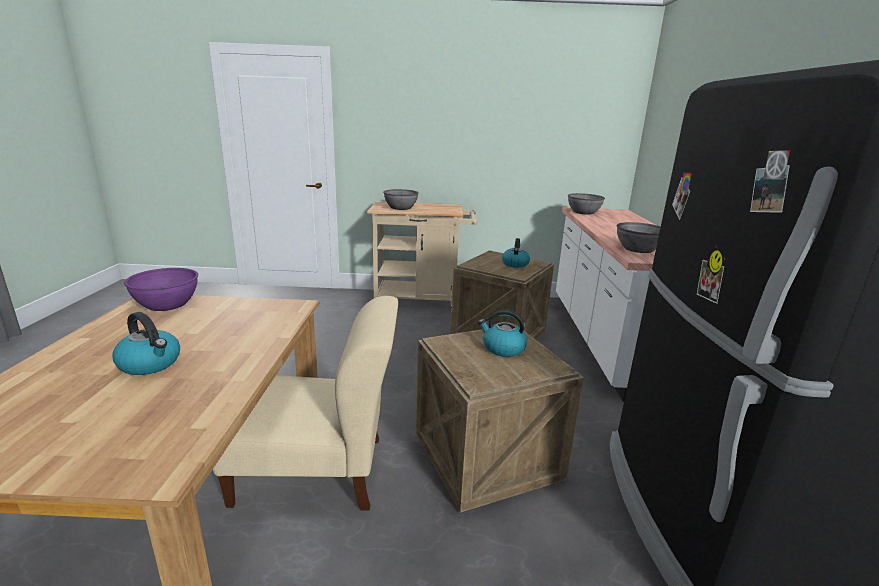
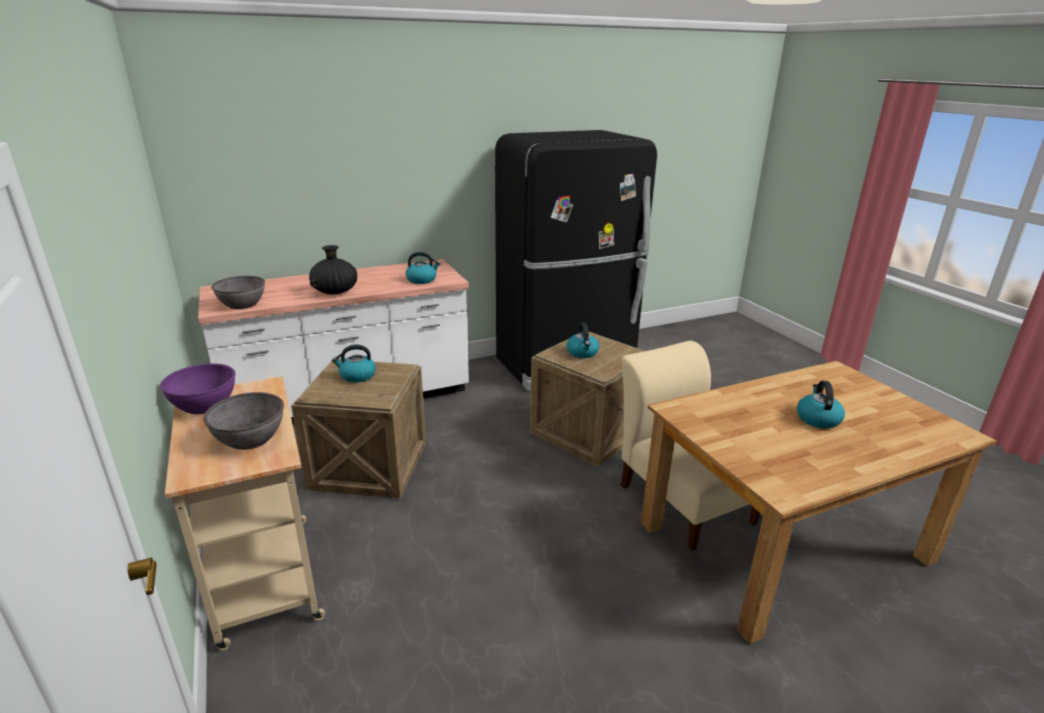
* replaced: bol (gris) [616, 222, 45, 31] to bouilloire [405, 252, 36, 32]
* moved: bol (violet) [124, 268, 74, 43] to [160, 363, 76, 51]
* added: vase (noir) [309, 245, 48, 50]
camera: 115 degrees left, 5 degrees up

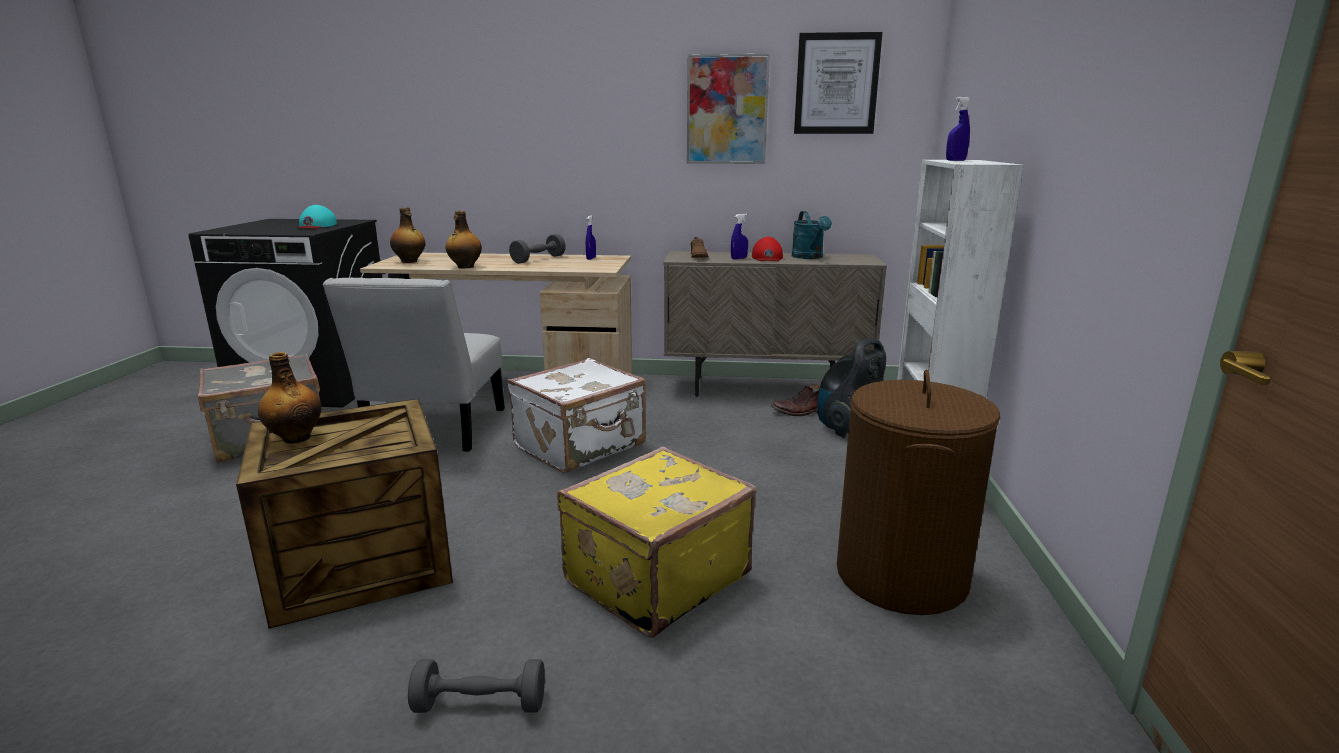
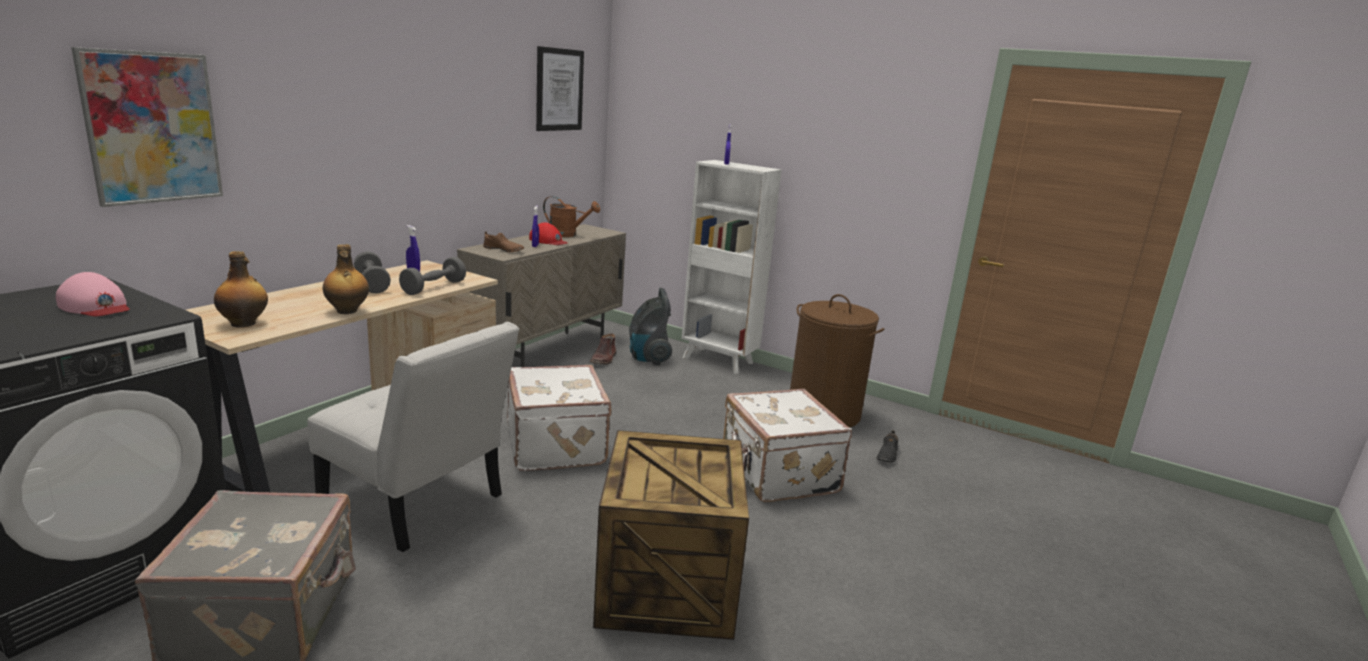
* moved: tableau [687, 54, 83, 110] to [71, 47, 152, 160]
* recoloured: casquette (turquoise) [296, 205, 41, 24] to casquette (rose) [56, 272, 74, 44]
* recoloured: arrosoir (turquoise) [792, 211, 40, 48] to arrosoir (marron) [543, 196, 57, 41]
* removed: bouteille [258, 352, 63, 92]
* recoloured: valise (jaune) [557, 447, 200, 191] to valise (blanc) [723, 389, 129, 113]
* moved: haltère (gris) [408, 659, 137, 54] to [399, 257, 67, 38]
* added: chaussure (noir) [877, 430, 21, 33]
camera: 65 degrees left, 0 degrees up

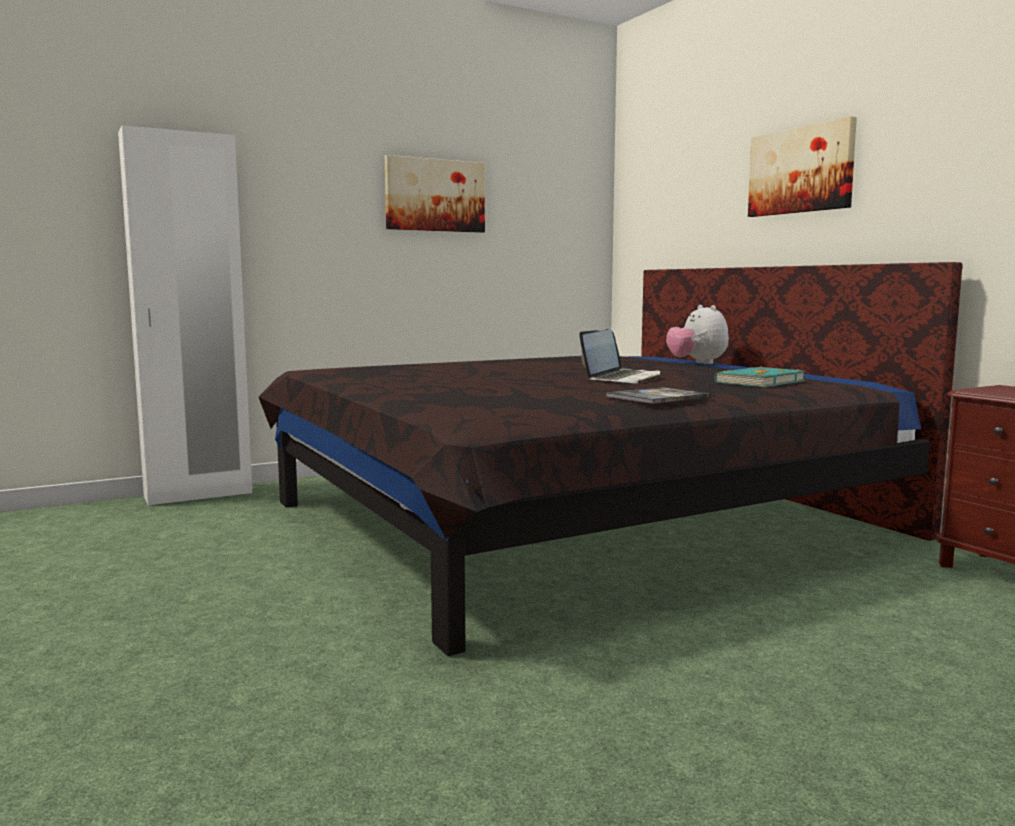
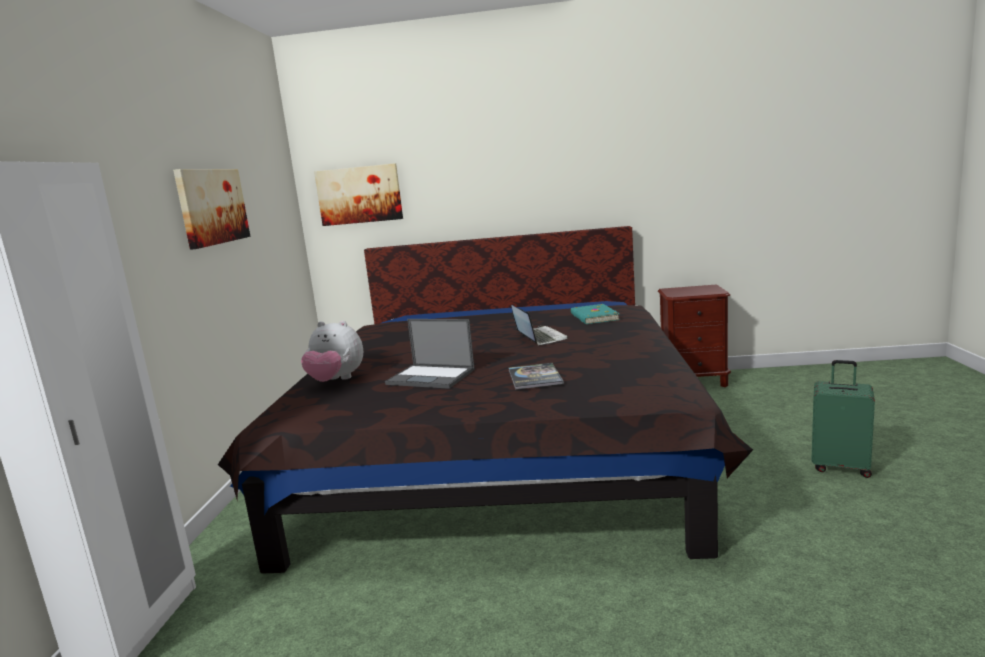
* moved: tableau [748, 116, 109, 101] to [314, 163, 89, 63]
* moved: peluche [666, 305, 63, 59] to [301, 321, 62, 61]
* moved: livre [606, 387, 105, 17] to [509, 363, 55, 27]
* added: ordinateur portable [385, 319, 90, 70]
* added: valise (vert) [811, 360, 64, 118]
camera: 55 degrees left, 5 degrees up

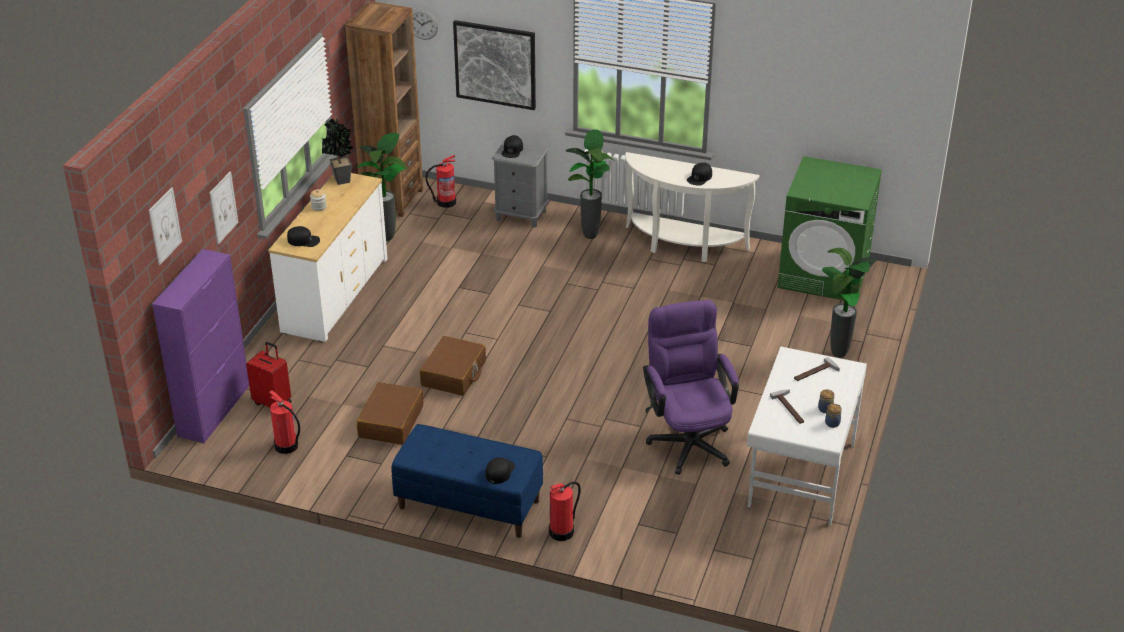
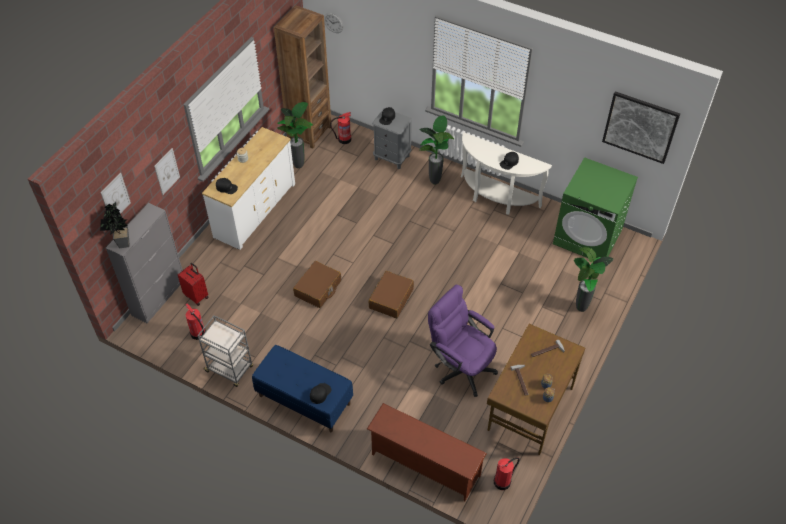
* moved: tableau [453, 20, 83, 90] to [602, 91, 78, 73]
* moved: plante en pot [322, 119, 31, 66] to [100, 202, 29, 46]
* recoloured: meuble de rangement (violet) [152, 249, 97, 194] to meuble de rangement (gris) [106, 203, 77, 120]
* turned: chaise de bureau (violet) [643, 300, 96, 175] = [428, 285, 70, 112] 45 degrees counterclockwise
* recoloured: bureau (blanc) [747, 347, 120, 179] to bureau (marron) [487, 324, 98, 131]
* moved: valise (marron) [357, 382, 67, 63] to [369, 271, 45, 47]
* moved: extincteur [549, 481, 32, 60] to [494, 457, 26, 33]
* added: chariot (gris) [197, 315, 56, 72]
* added: étagère à chaussures (marron) [367, 403, 120, 98]
camera: 10 degrees right, 15 degrees up

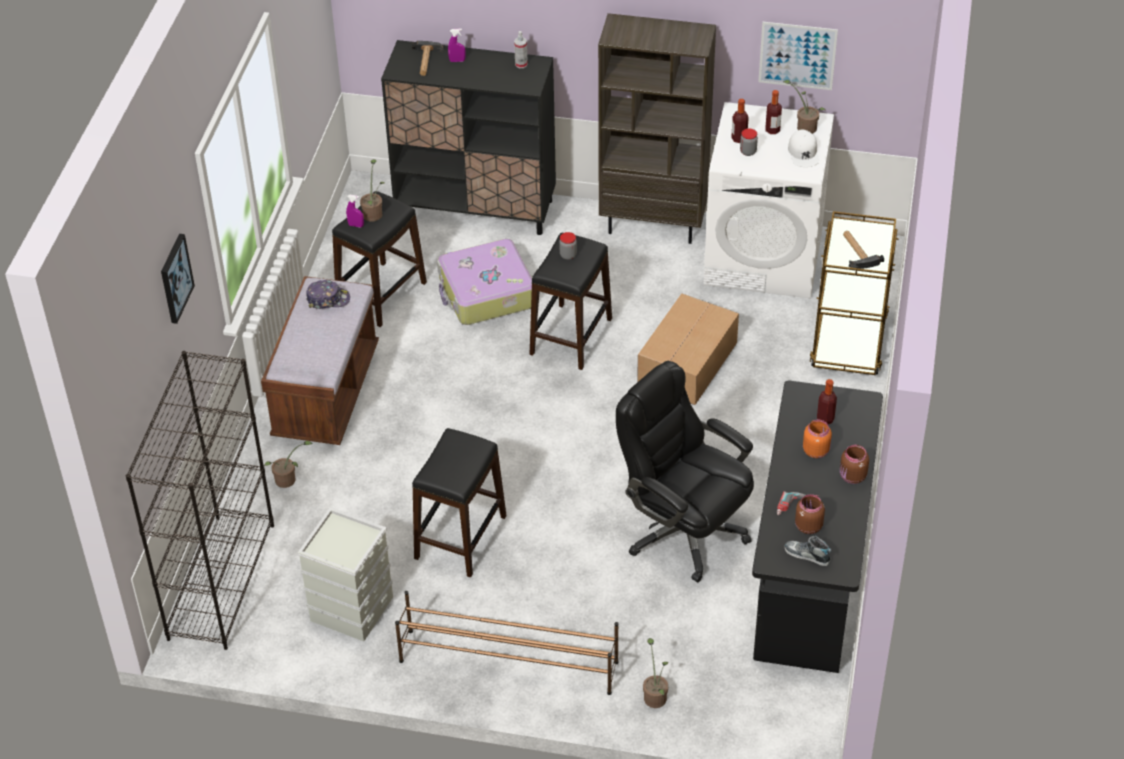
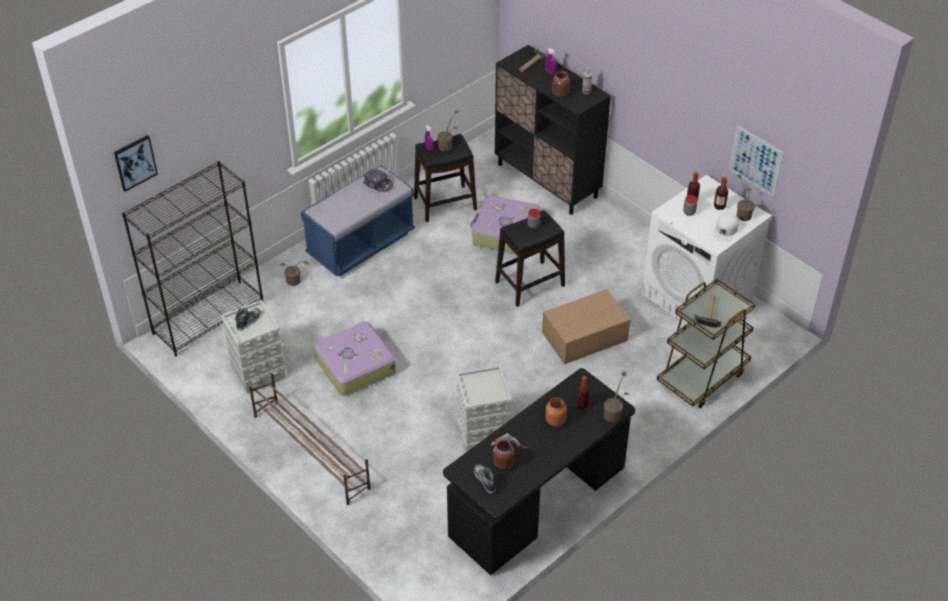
* removed: bibliothèque (marron) [598, 13, 118, 231]
* moved: tableau [161, 234, 34, 90] to [114, 135, 44, 57]
* recoloured: banc (marron) [261, 276, 118, 169] to banc (bleu) [301, 165, 114, 112]
* replaced: chaise de bureau (noir) [616, 361, 138, 221] to boîte de rangement (gris) [456, 365, 56, 87]
* replaced: tabouret (noir) [412, 428, 95, 150] to valise [314, 322, 82, 74]
* moved: bocal (marron) [840, 445, 29, 39] to [552, 71, 18, 26]
* moved: plante en pot [643, 638, 25, 70] to [604, 372, 25, 50]
* added: chaussure [234, 308, 27, 23]
camera: 35 degrees right, 0 degrees up

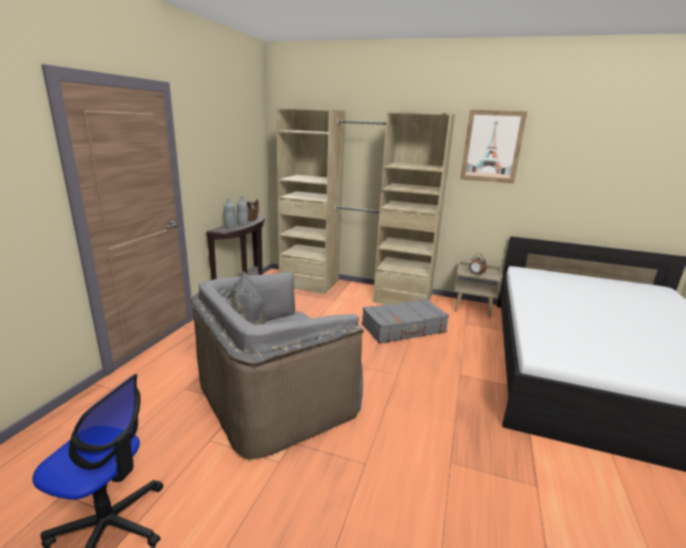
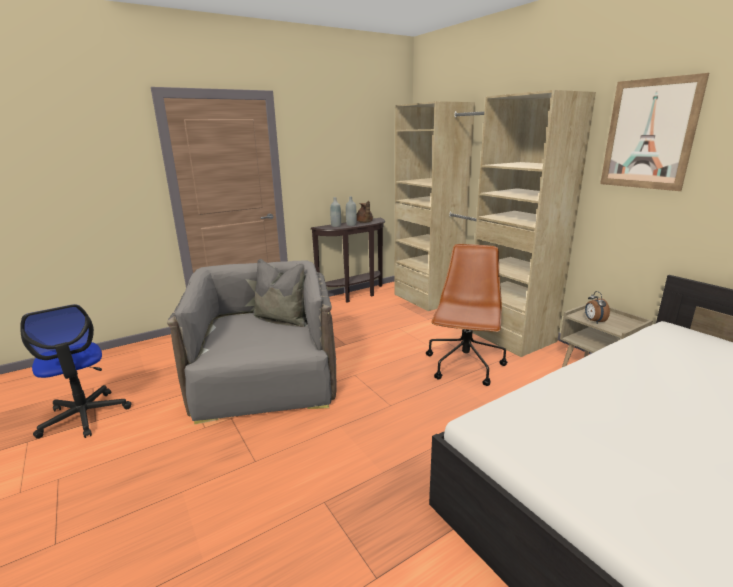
* turned: fauteuil (gris) [191, 270, 173, 192] = [167, 259, 169, 165] 75 degrees clockwise
* replaced: valise (gris) [362, 299, 87, 45] to chaise de bureau (marron) [426, 244, 81, 142]
camera: 40 degrees right, 0 degrees up

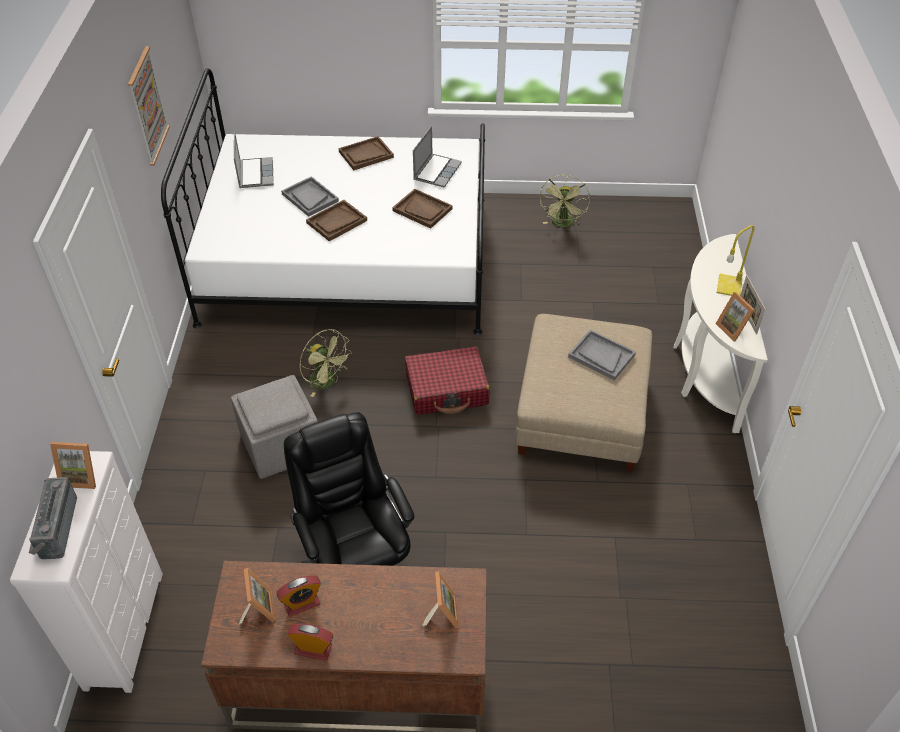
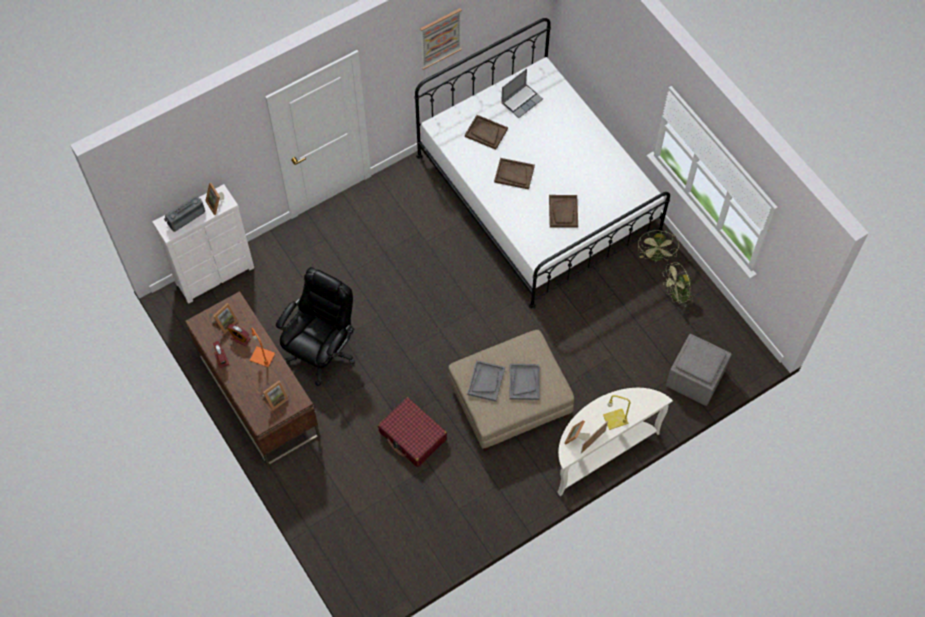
* removed: ordinateur portable [413, 126, 49, 62]
* moved: plateau (marron) [339, 136, 55, 34] to [465, 115, 43, 35]
* moved: plateau (gris) [281, 176, 58, 41] to [467, 360, 38, 42]
* moved: ventilateur (vert) [299, 329, 53, 68] to [638, 231, 41, 31]
* moved: valise (rouge) [405, 346, 85, 69] to [378, 397, 69, 70]
* moved: pouf (gris) [231, 375, 87, 104] to [666, 334, 66, 72]
* added: lampe de table (orange) [250, 328, 25, 39]
camera: 55 degrees right, 15 degrees up

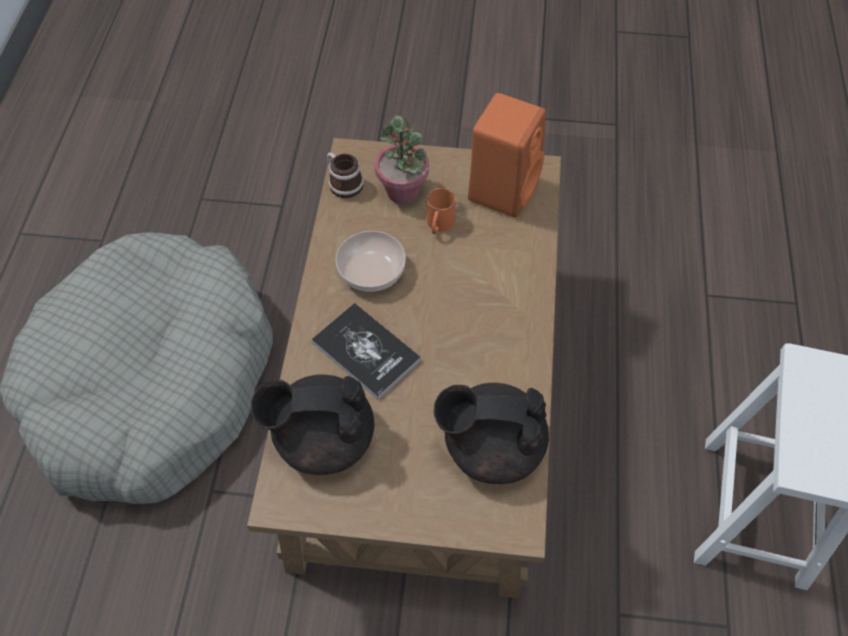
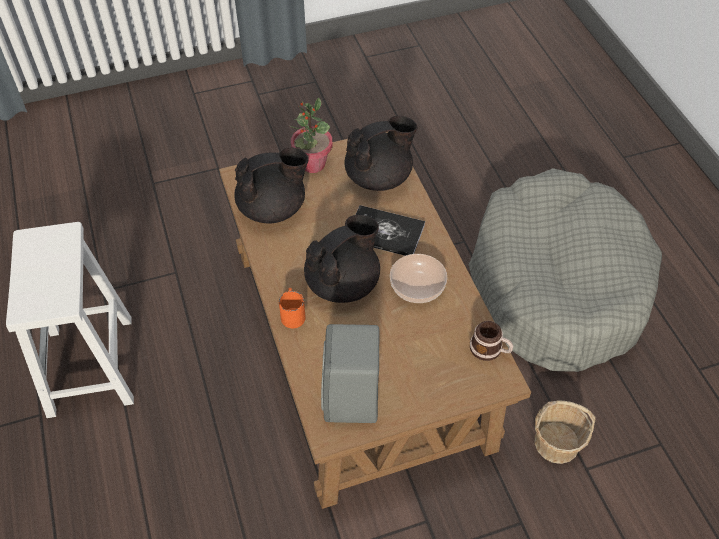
* recoloured: enceinte (orange) [468, 93, 78, 125] to enceinte (gris) [321, 324, 59, 99]
* moved: plante en pot [375, 115, 54, 89] to [290, 98, 43, 75]
* moved: mug (orange) [427, 188, 29, 46] to [279, 288, 27, 40]
* added: théière (noir) [304, 215, 76, 88]
* added: panier [535, 400, 61, 64]
camera: 155 degrees right, 5 degrees down

